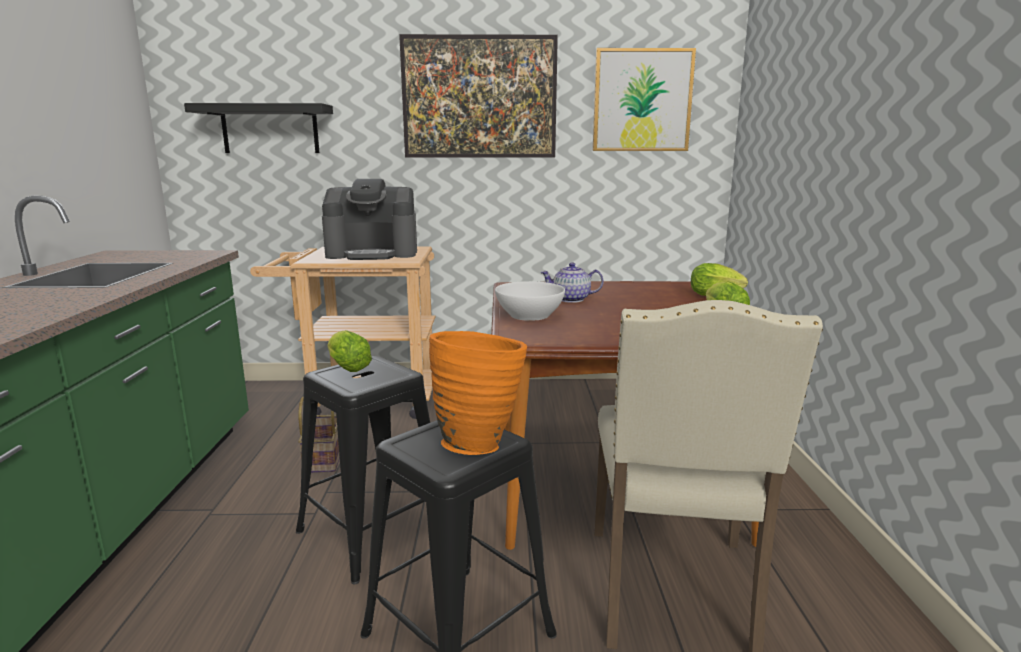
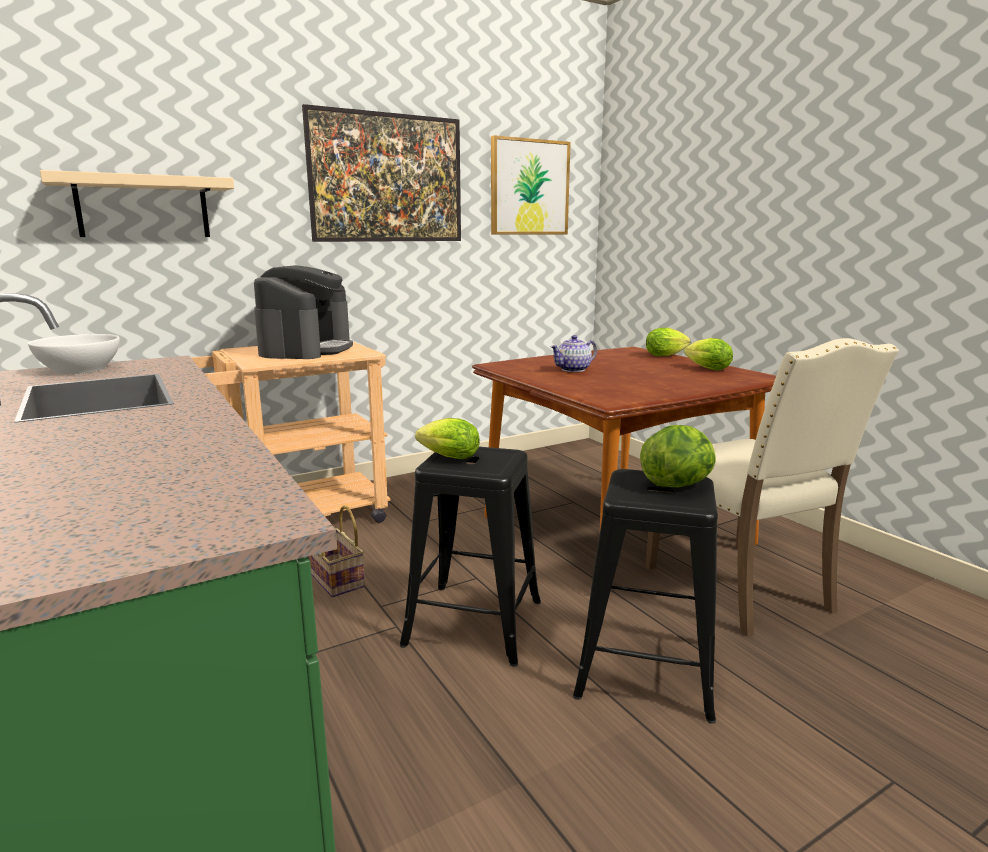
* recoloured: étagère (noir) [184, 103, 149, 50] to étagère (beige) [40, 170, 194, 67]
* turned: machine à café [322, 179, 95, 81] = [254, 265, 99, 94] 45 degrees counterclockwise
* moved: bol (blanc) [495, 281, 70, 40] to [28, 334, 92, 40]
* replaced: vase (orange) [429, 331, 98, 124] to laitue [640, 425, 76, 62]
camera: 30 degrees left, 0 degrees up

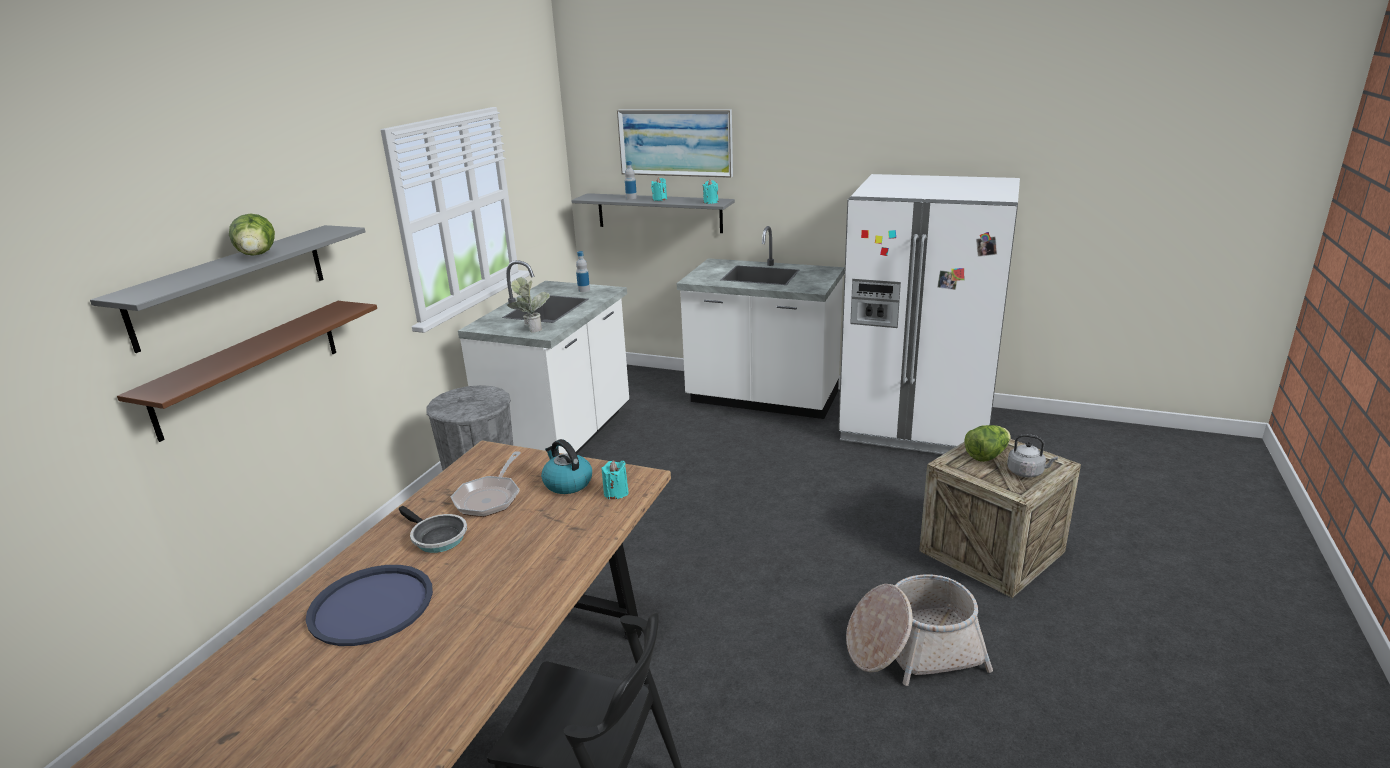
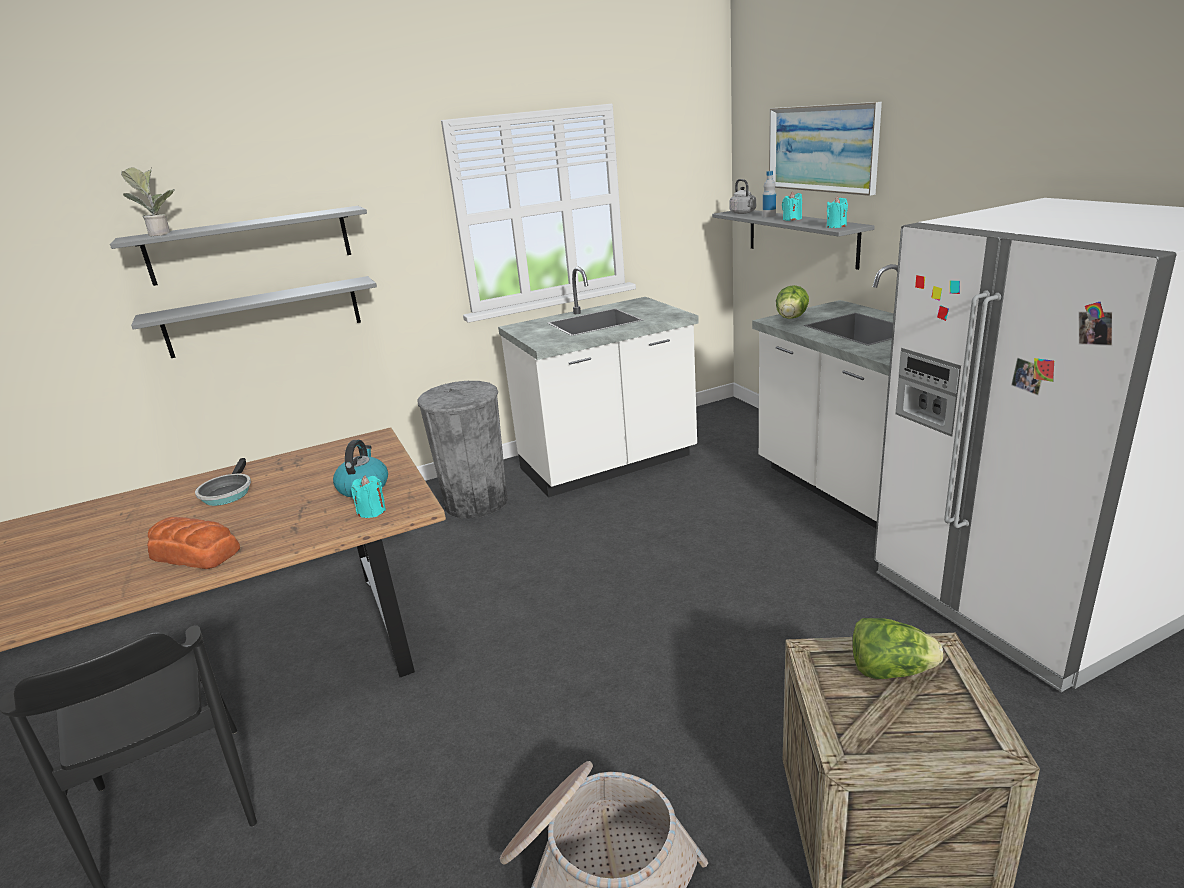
* moved: laitue [229, 213, 46, 43] to [776, 285, 33, 34]
* removed: bouteille [576, 251, 14, 41]
* moved: plante en pot [507, 277, 43, 56] to [121, 167, 53, 70]
* recoloured: étagère (marron) [117, 301, 260, 141] to étagère (gris) [131, 276, 246, 82]
* moved: bouilloire (gris) [1007, 434, 51, 44] to [730, 179, 26, 35]
* removed: poêle [451, 451, 70, 66]
* removed: plateau (bleu) [306, 565, 127, 81]
* added: pain [147, 517, 93, 52]
camera: 45 degrees right, 0 degrees up

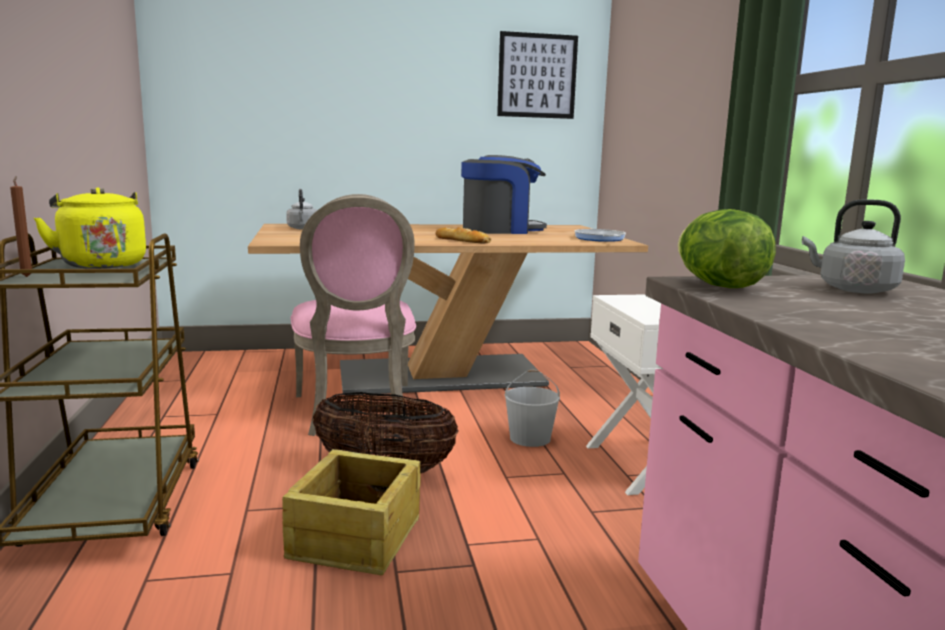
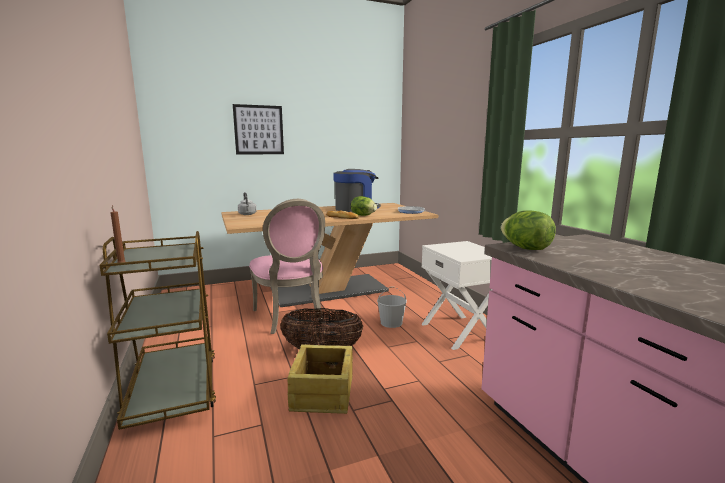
* moved: tableau [497, 31, 81, 88] to [233, 104, 51, 50]
* removed: bouilloire (jaune) [34, 187, 112, 82]
* removed: bouilloire (gris) [802, 200, 103, 94]
* added: laitue [351, 196, 26, 20]
camera: 10 degrees left, 0 degrees up

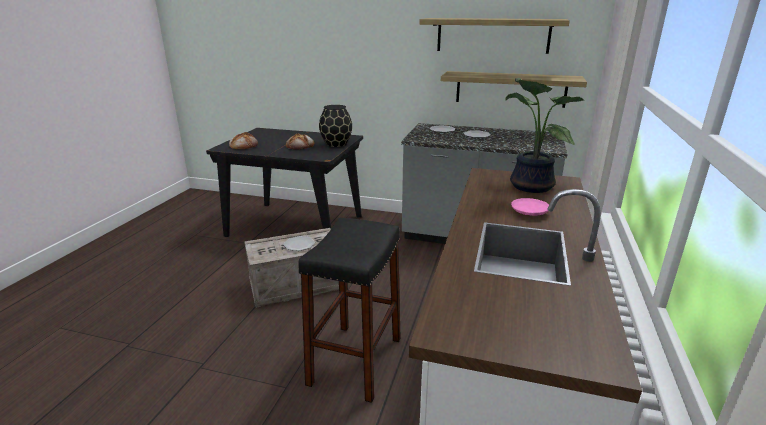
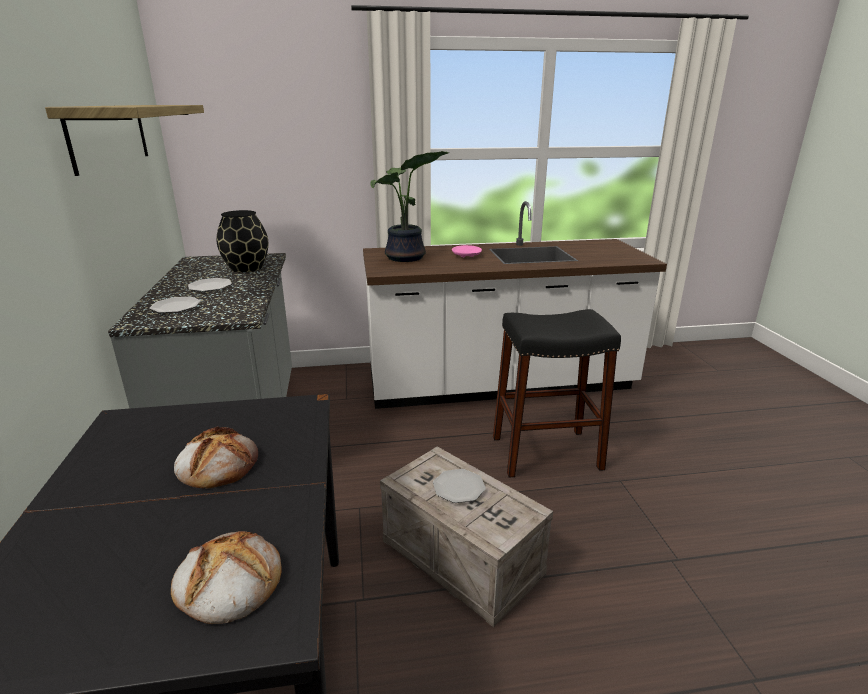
* removed: étagère [441, 71, 146, 37]
* moved: vase (noir) [319, 105, 33, 42] to [216, 210, 52, 63]
camera: 115 degrees left, 0 degrees up

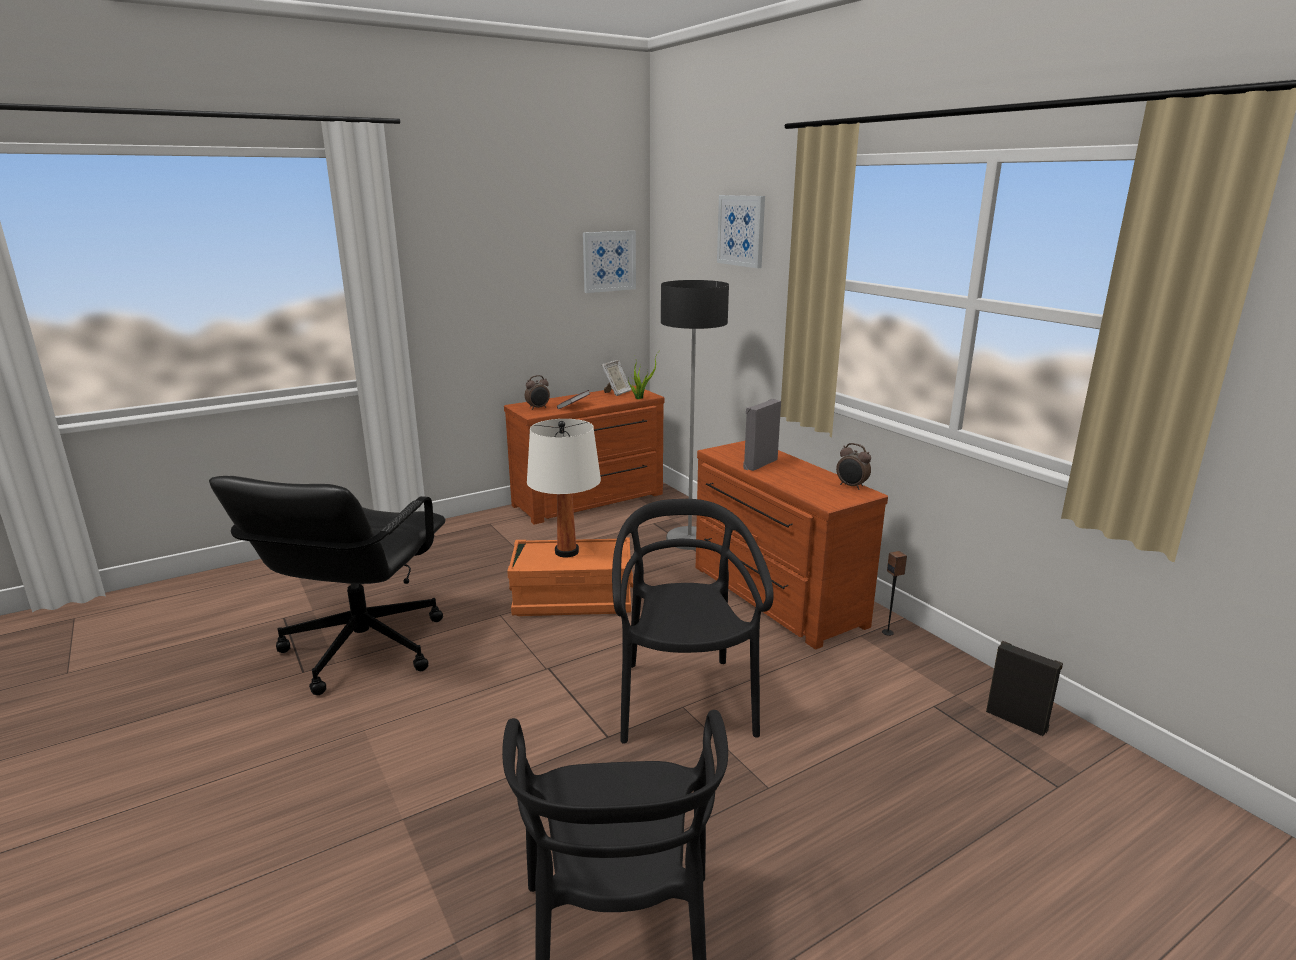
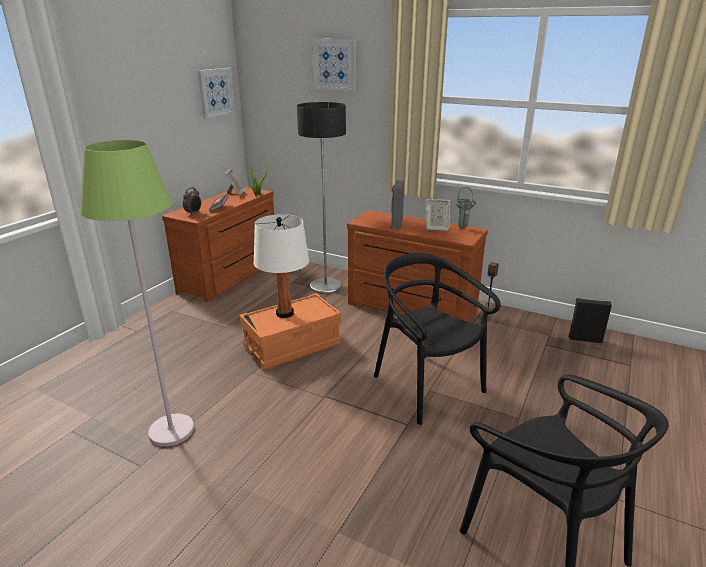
* replaced: réveil [836, 443, 35, 47] to vase (vert) [456, 187, 20, 41]
* replaced: chaise de bureau (noir) [209, 476, 237, 219] to lampadaire (vert) [80, 140, 114, 307]
* added: cadre photo [425, 199, 25, 32]
camera: 30 degrees left, 5 degrees up

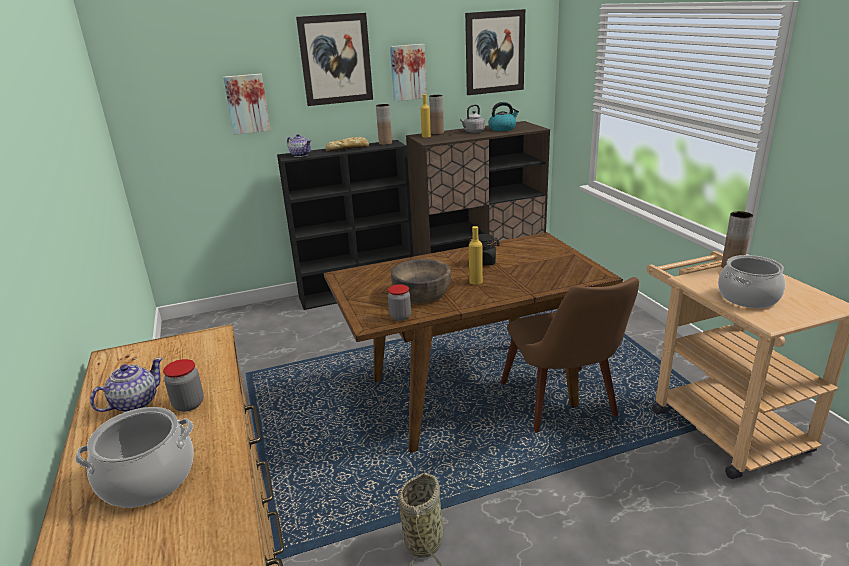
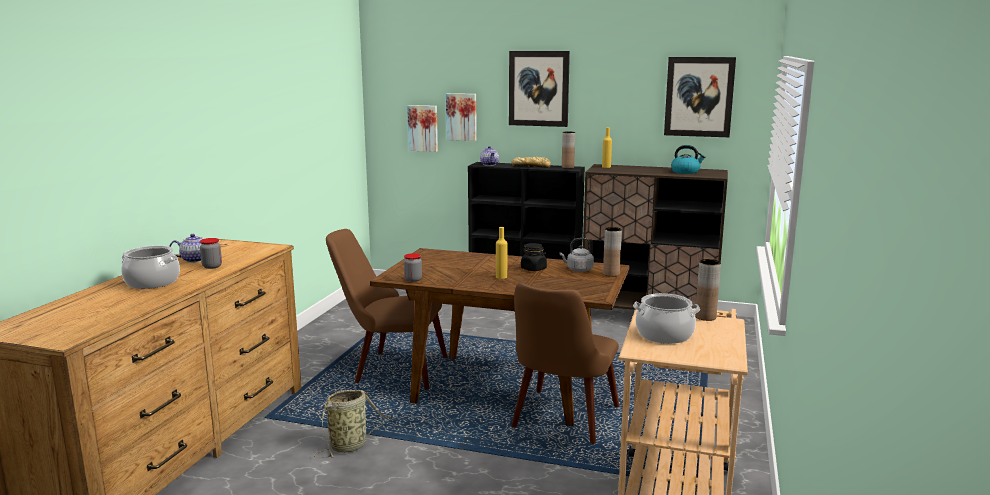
* moved: tableau [390, 44, 37, 57] to [407, 105, 31, 47]
* moved: vase (marron) [429, 95, 15, 40] to [603, 227, 19, 50]
* moved: bouilloire (gris) [460, 104, 25, 29] to [559, 238, 35, 34]
* removed: bol (marron) [391, 259, 60, 45]
* added: chaise (marron) [326, 229, 122, 160]
camera: 35 degrees right, 10 degrees down

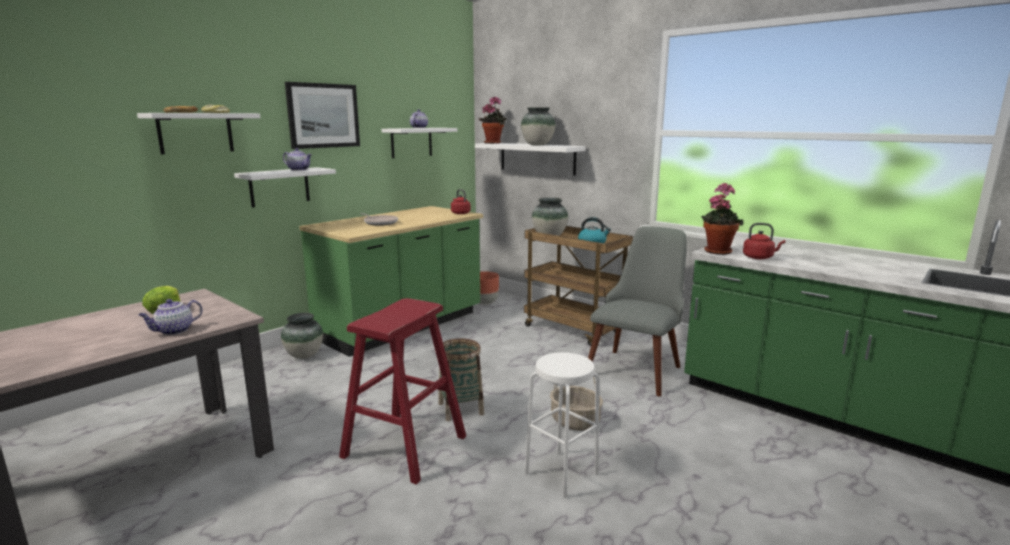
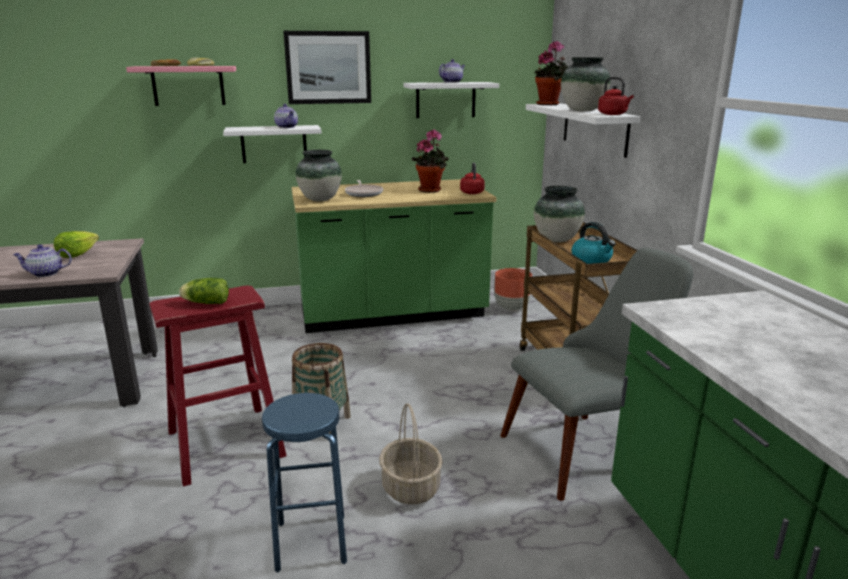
* recoloured: étagère (blanc) [137, 113, 123, 41] to étagère (rose) [126, 66, 110, 40]
* moved: plante en pot [701, 183, 43, 72] to [412, 130, 37, 63]
* moved: bouilloire (rouge) [743, 223, 42, 36] to [598, 77, 36, 38]
* moved: vase [281, 313, 42, 46] to [296, 150, 46, 51]
* recoloured: tabouret (blanc) [525, 352, 74, 146] to tabouret (bleu) [262, 393, 85, 179]
* added: laitue [179, 278, 50, 26]
camera: 35 degrees right, 5 degrees up

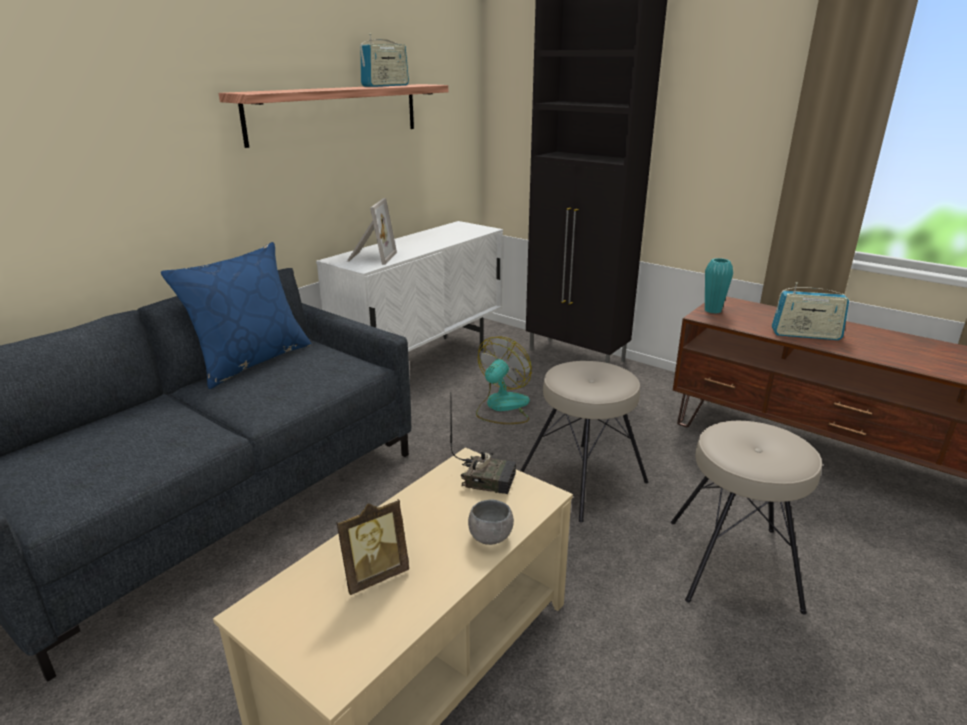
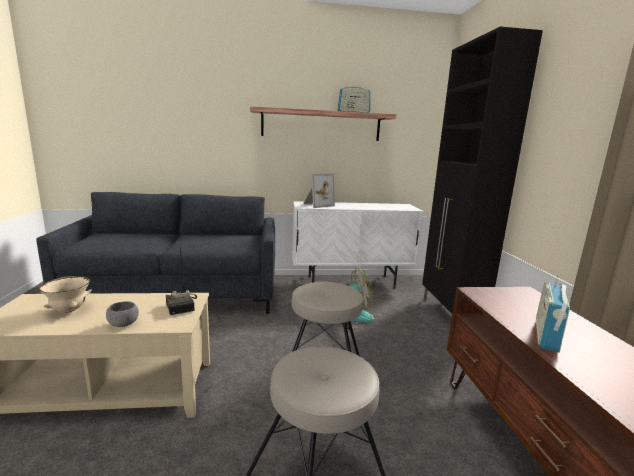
* removed: coussin (bleu) [161, 242, 151, 147]
* removed: vase (turquoise) [705, 258, 28, 56]
* turned: radio [772, 282, 77, 58] = [536, 276, 34, 77] 60 degrees clockwise
* replaced: cadre photo [336, 499, 73, 96] to bol (beige) [39, 276, 52, 36]
camera: 45 degrees right, 10 degrees down

